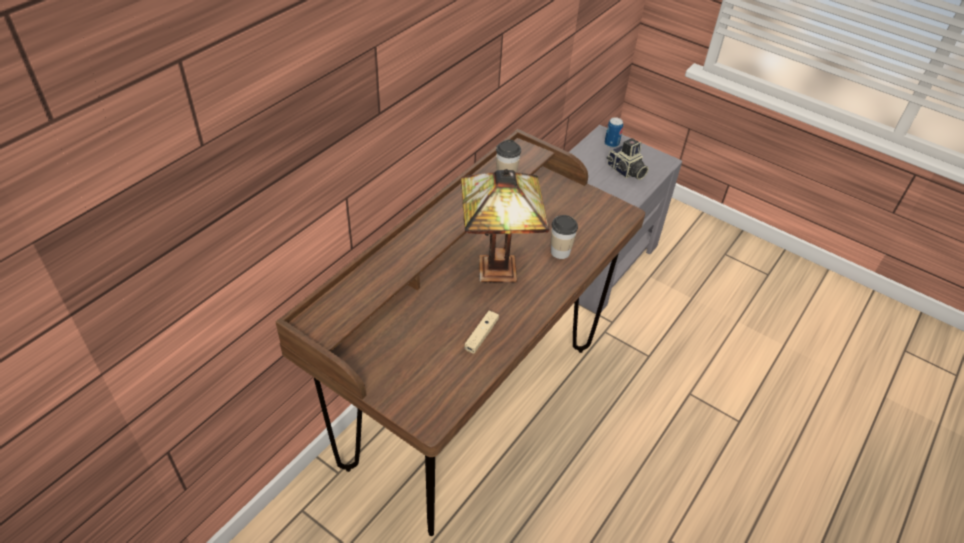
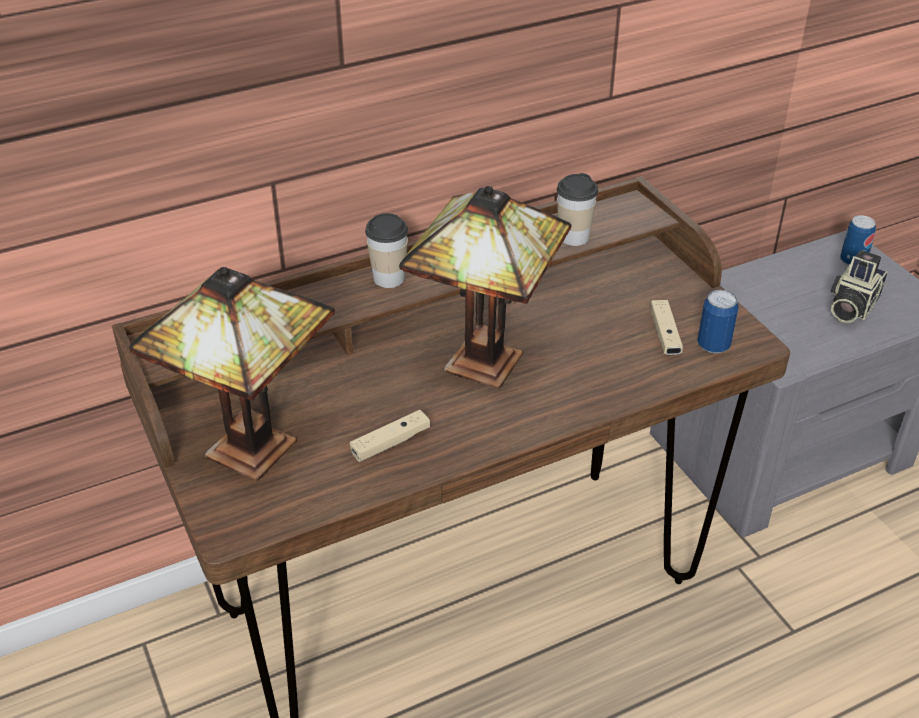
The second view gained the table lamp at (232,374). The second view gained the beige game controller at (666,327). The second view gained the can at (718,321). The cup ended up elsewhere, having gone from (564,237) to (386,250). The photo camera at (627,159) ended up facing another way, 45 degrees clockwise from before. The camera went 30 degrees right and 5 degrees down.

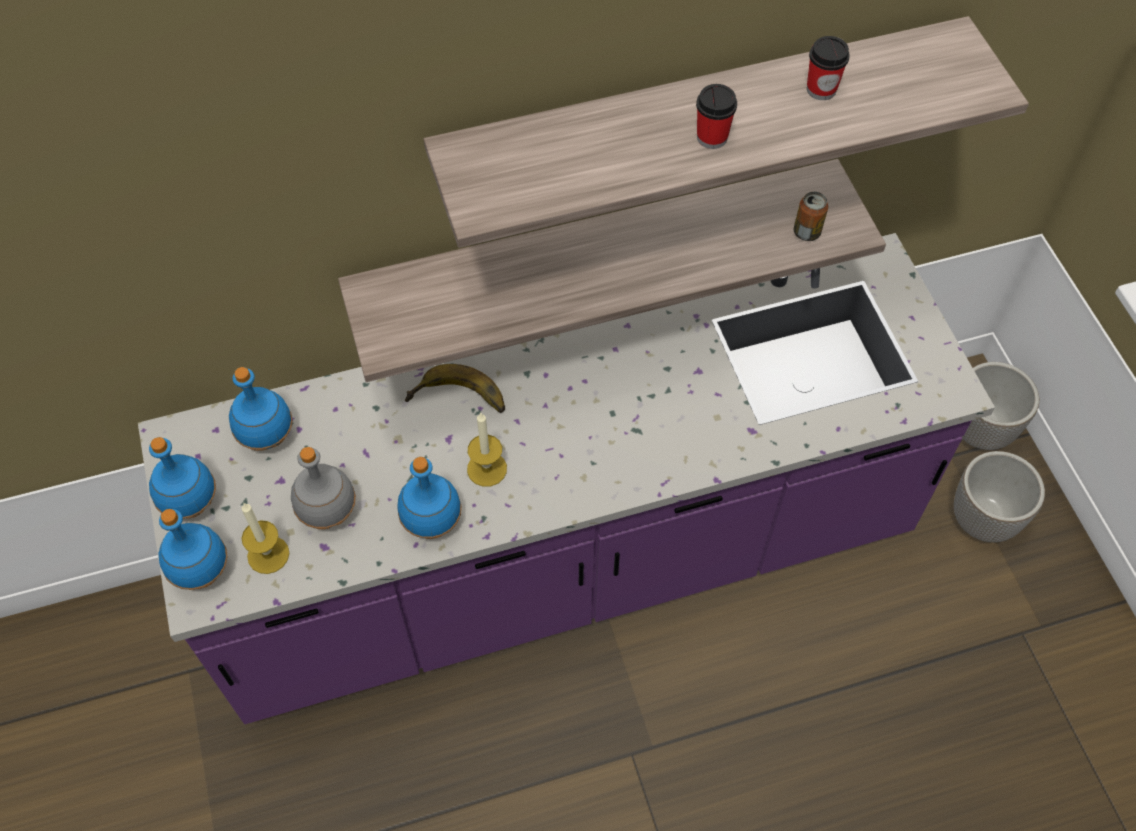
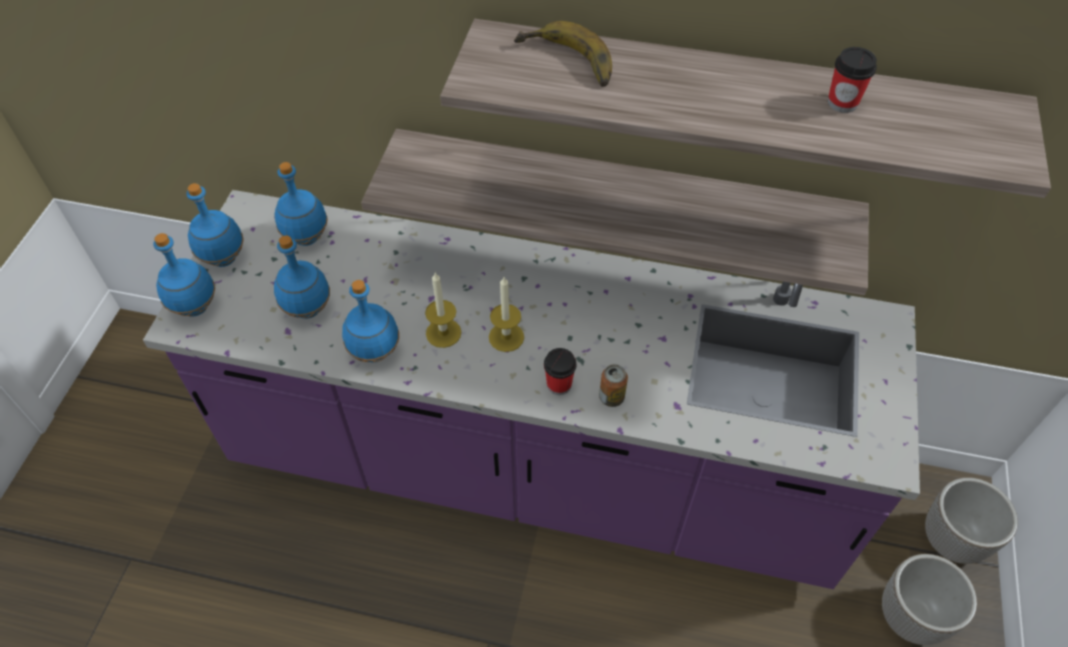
The candle ended up elsewhere, having gone from (265,538) to (506,314). The banana ended up elsewhere, having gone from (455,388) to (563,54). The cup ended up elsewhere, having gone from (716,116) to (560,371). The can ended up elsewhere, having gone from (811,216) to (613,385). What was the grey bottle at (323,488) turned into the blue bottle at (302,277). The camera went 30 degrees right and 5 degrees down.

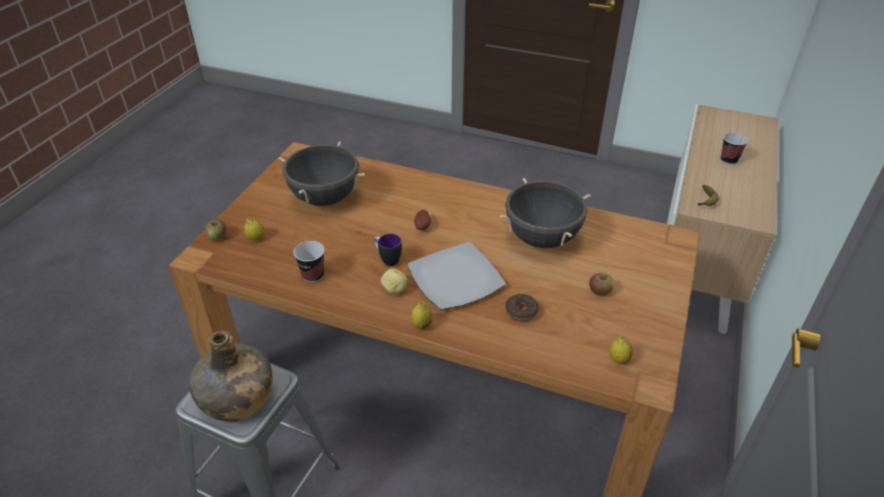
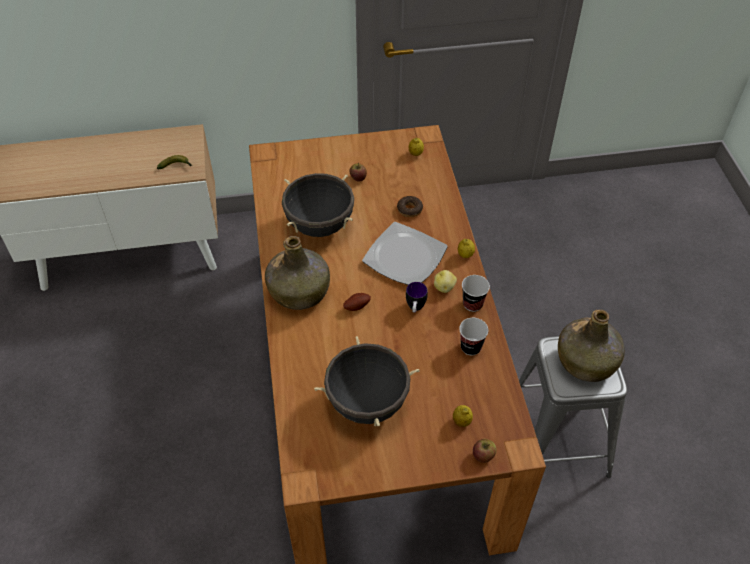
The second view gained the green bottle at (297,273). The cup ended up elsewhere, having gone from (734,148) to (476,293). The camera went 120 degrees left and 10 degrees up.

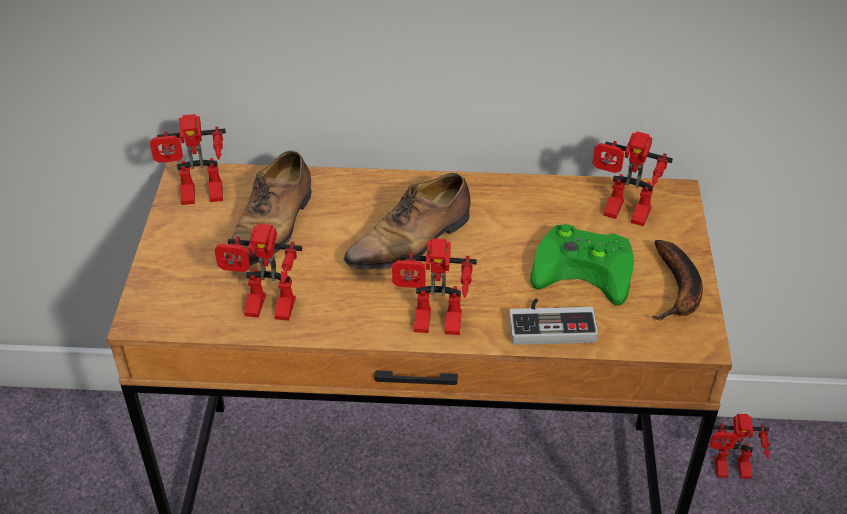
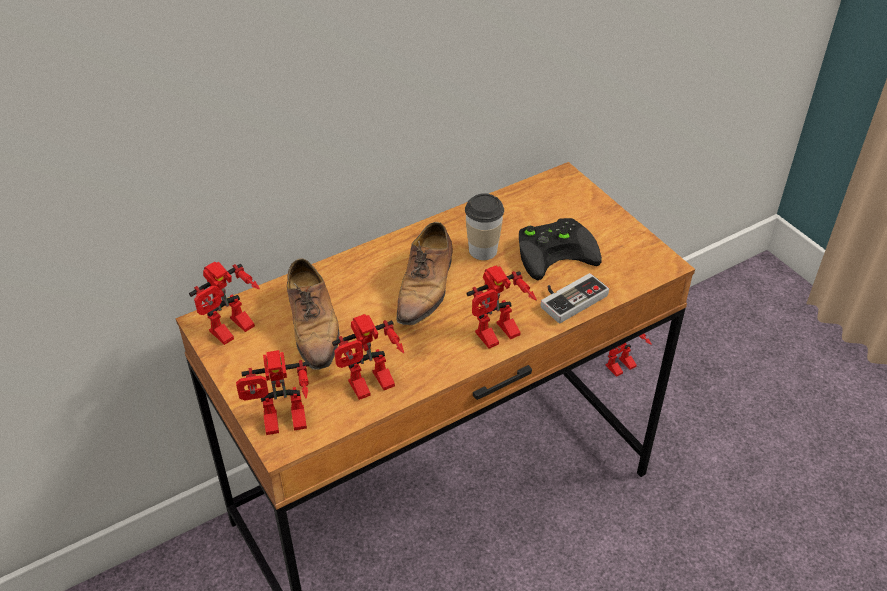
The second view lost the banana at (677,280). The second view gained the cup at (484,226). The toy robot ended up elsewhere, having gone from (632,179) to (272,392). What was the green game controller at (582,265) turned into the black game controller at (560,249). The camera went 35 degrees left and 0 degrees up.

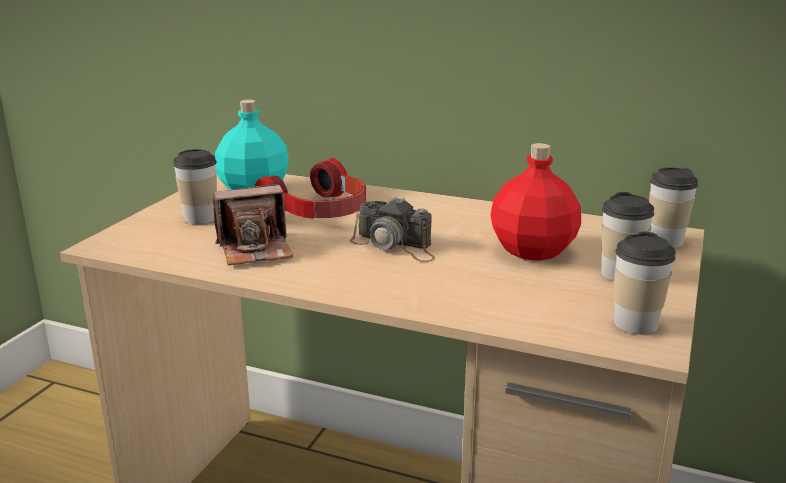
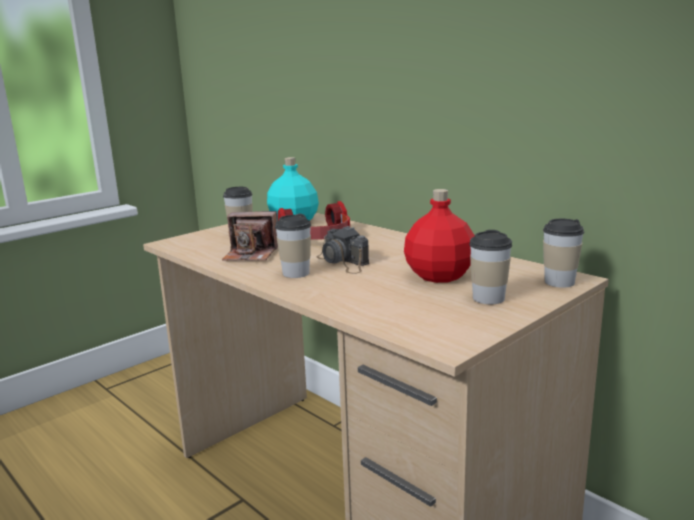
The cup ended up elsewhere, having gone from (645,283) to (293,246). The camera went 25 degrees right and 5 degrees down.

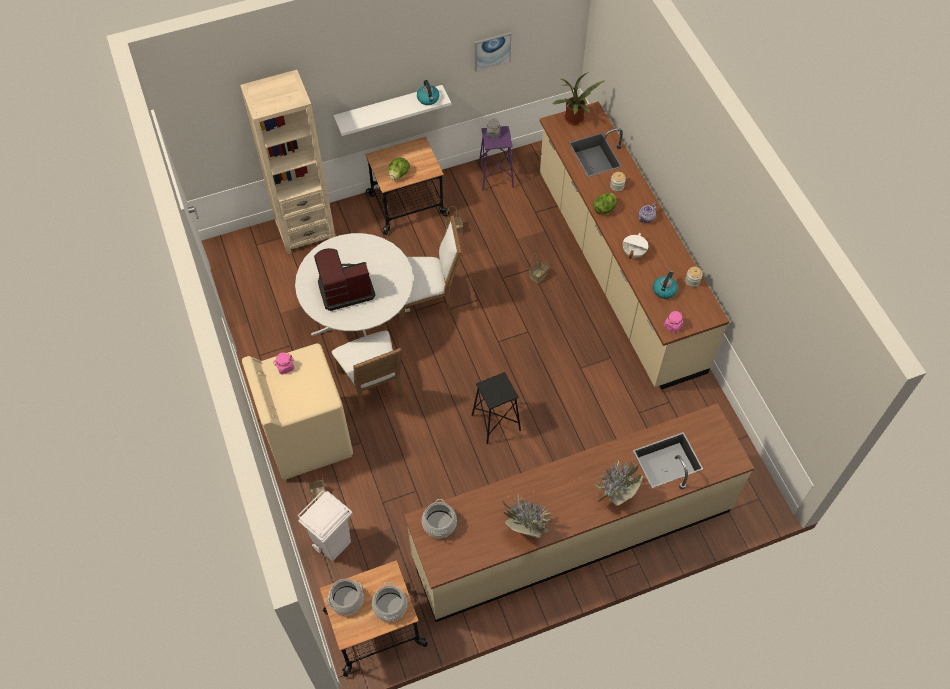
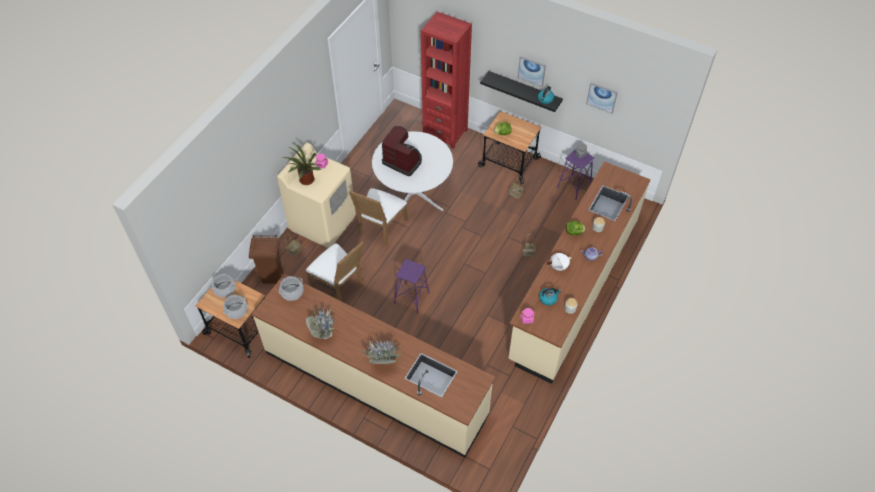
The second view gained the picture at (532,71). The white chair ended up elsewhere, having gone from (430,271) to (335,271). The potted plant ended up elsewhere, having gone from (578,98) to (302,164). What was the beige bookcase at (288,162) turned into the red bookcase at (446,80). What was the white trash can at (324,525) turned into the brown trash can at (266,259). What was the white shelf at (392,110) turned into the black shelf at (521,91). What was the black stool at (496,408) turned into the purple stool at (411,286). The camera went 50 degrees right and 5 degrees down.

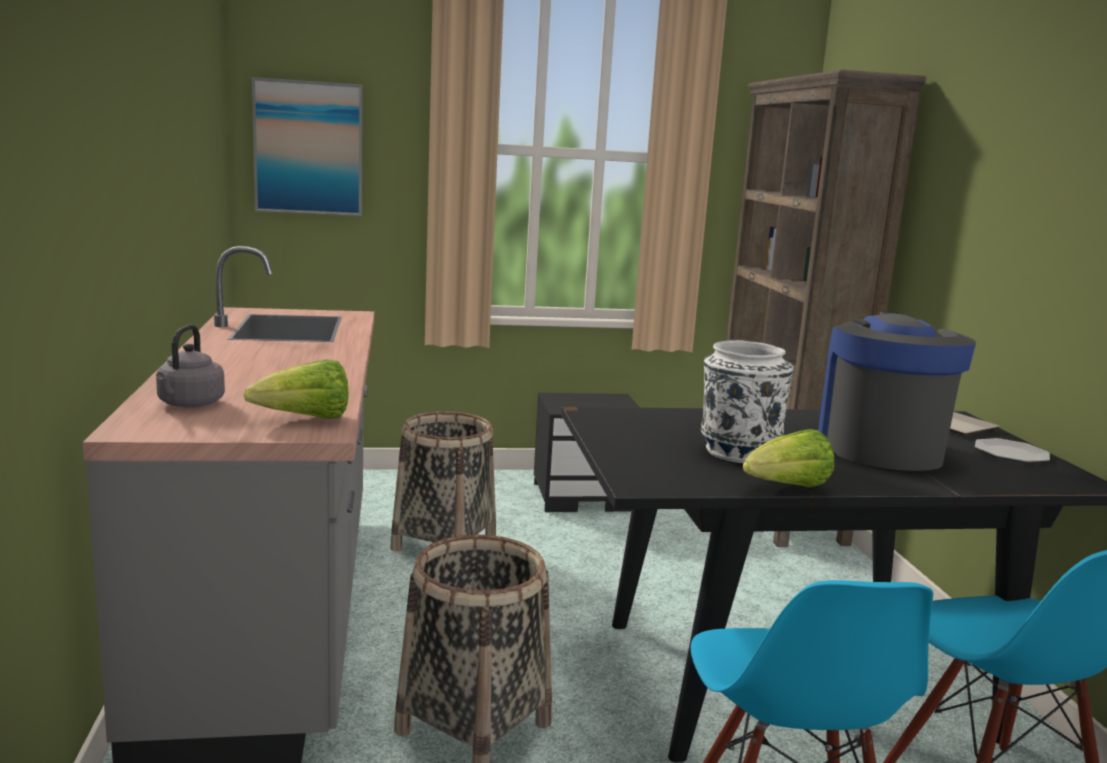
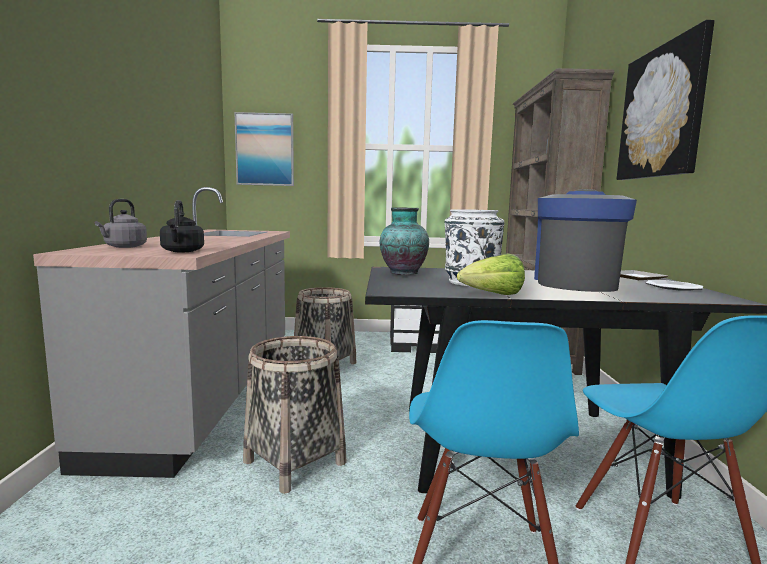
The second view gained the vase at (404,241). The second view gained the picture at (666,100). Where the lettuce stood at (295,389), the black kettle came to stand at (182,226). The camera went 10 degrees right and 5 degrees down.

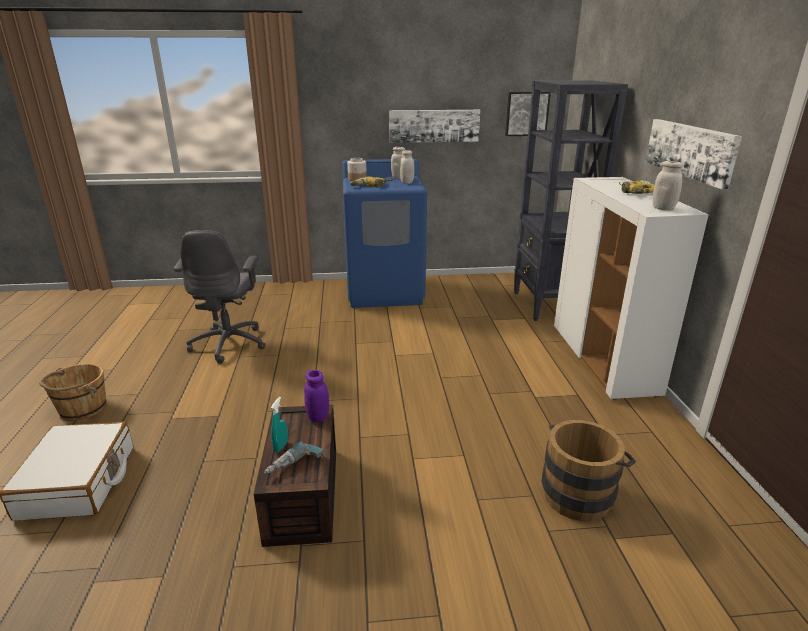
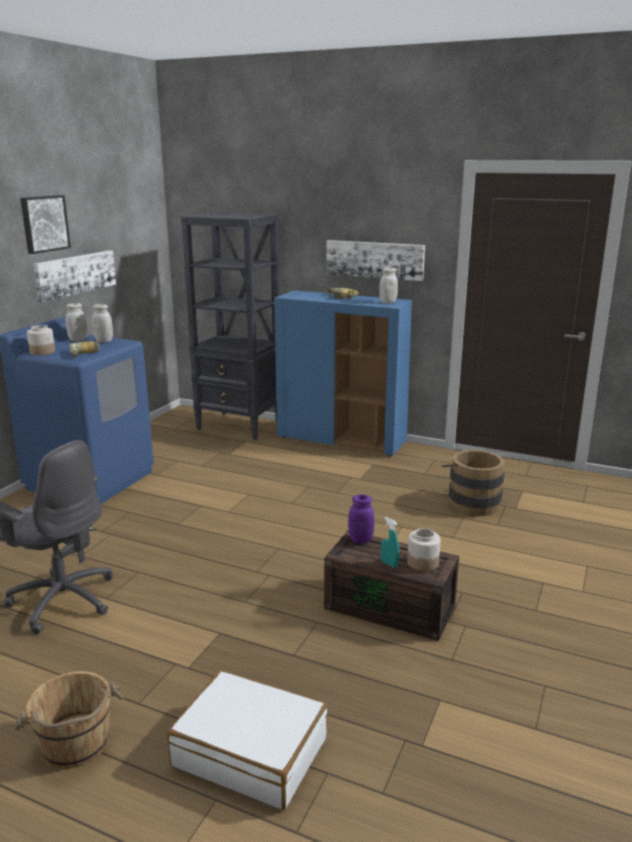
The picture ended up elsewhere, having gone from (528,114) to (45,224). Where the power drill stood at (295,457), the jar came to stand at (424,549). What was the white cabinet at (631,288) turned into the blue cabinet at (343,373). The camera went 60 degrees left and 5 degrees down.

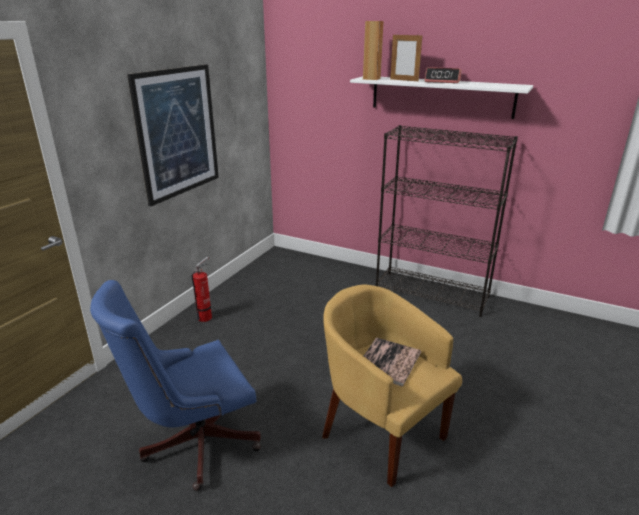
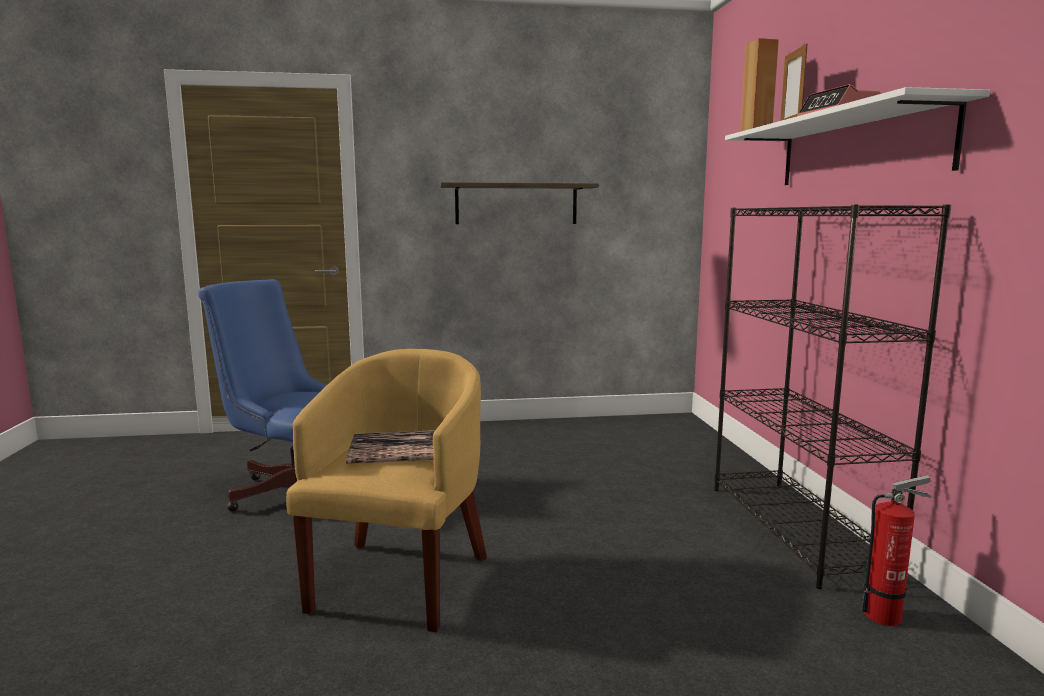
The fire extinguisher ended up elsewhere, having gone from (201,289) to (896,550). Where the picture hung at (173,135), the shelf came to hang at (519,203). The camera went 55 degrees right and 15 degrees down.

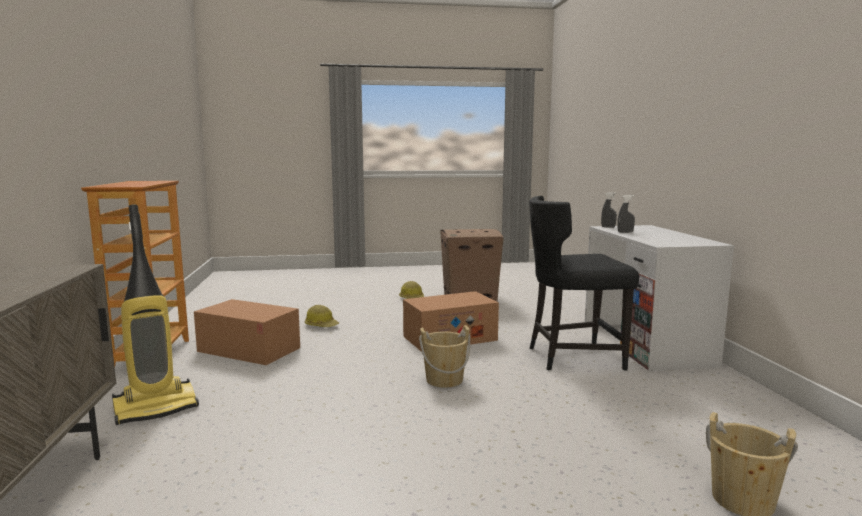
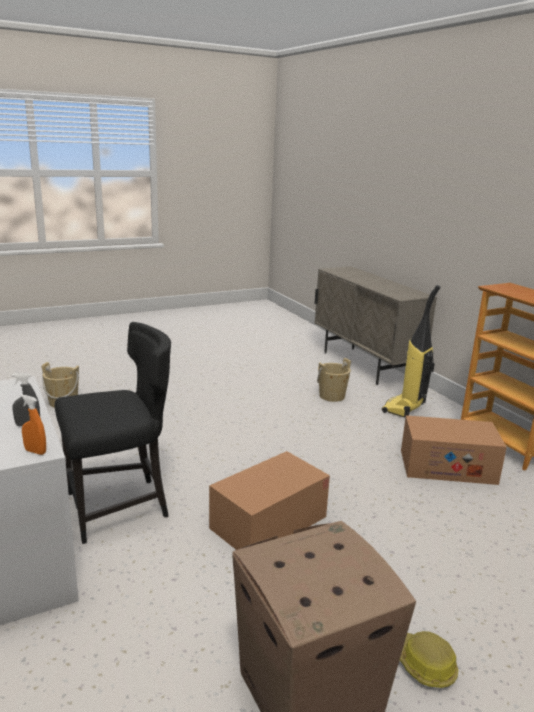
The second view lost the hard hat at (322,316). The beige bucket ended up elsewhere, having gone from (444,356) to (334,380). What was the grey spray bottle at (609,210) turned into the orange spray bottle at (33,425). The camera went 160 degrees right and 10 degrees up.

